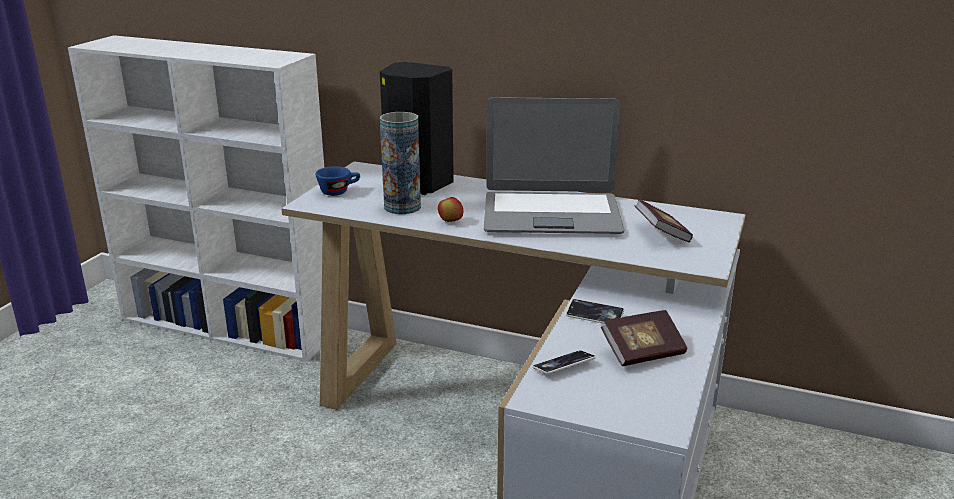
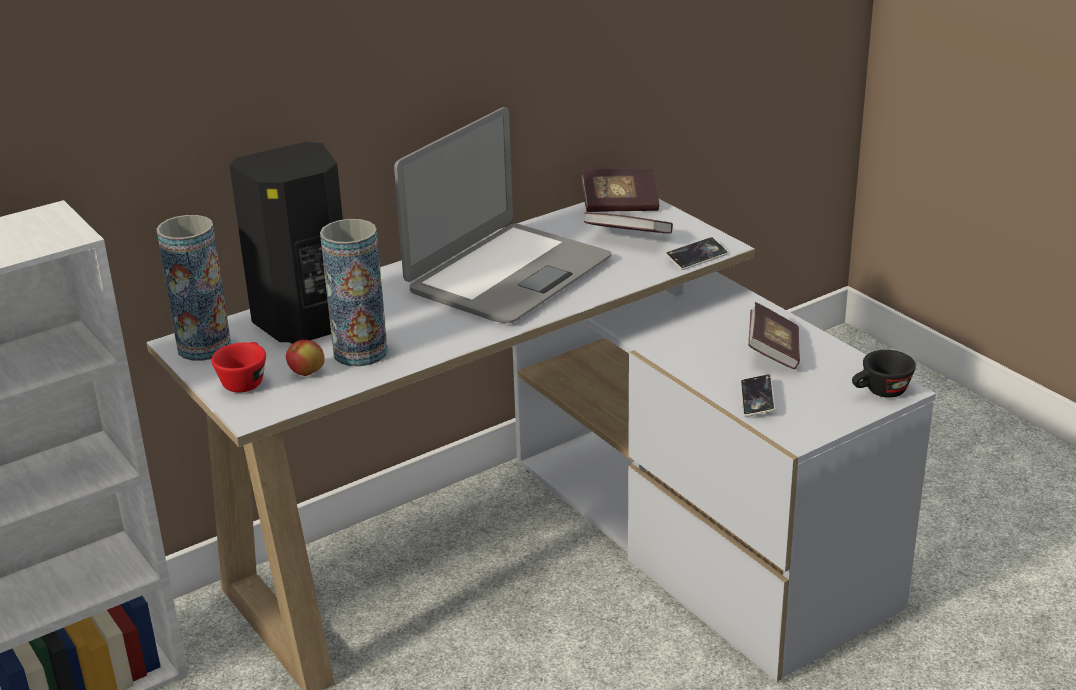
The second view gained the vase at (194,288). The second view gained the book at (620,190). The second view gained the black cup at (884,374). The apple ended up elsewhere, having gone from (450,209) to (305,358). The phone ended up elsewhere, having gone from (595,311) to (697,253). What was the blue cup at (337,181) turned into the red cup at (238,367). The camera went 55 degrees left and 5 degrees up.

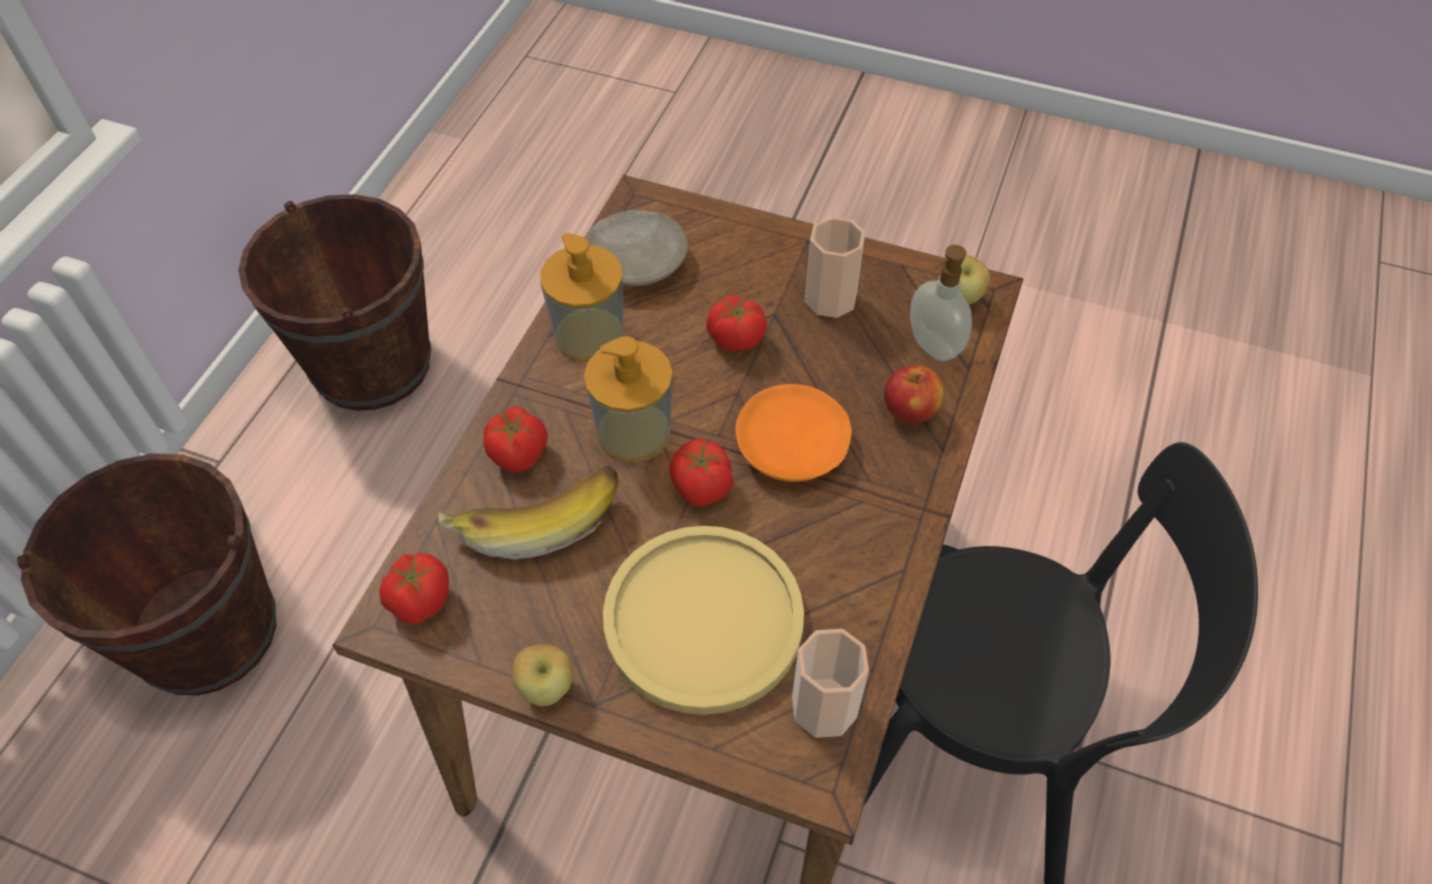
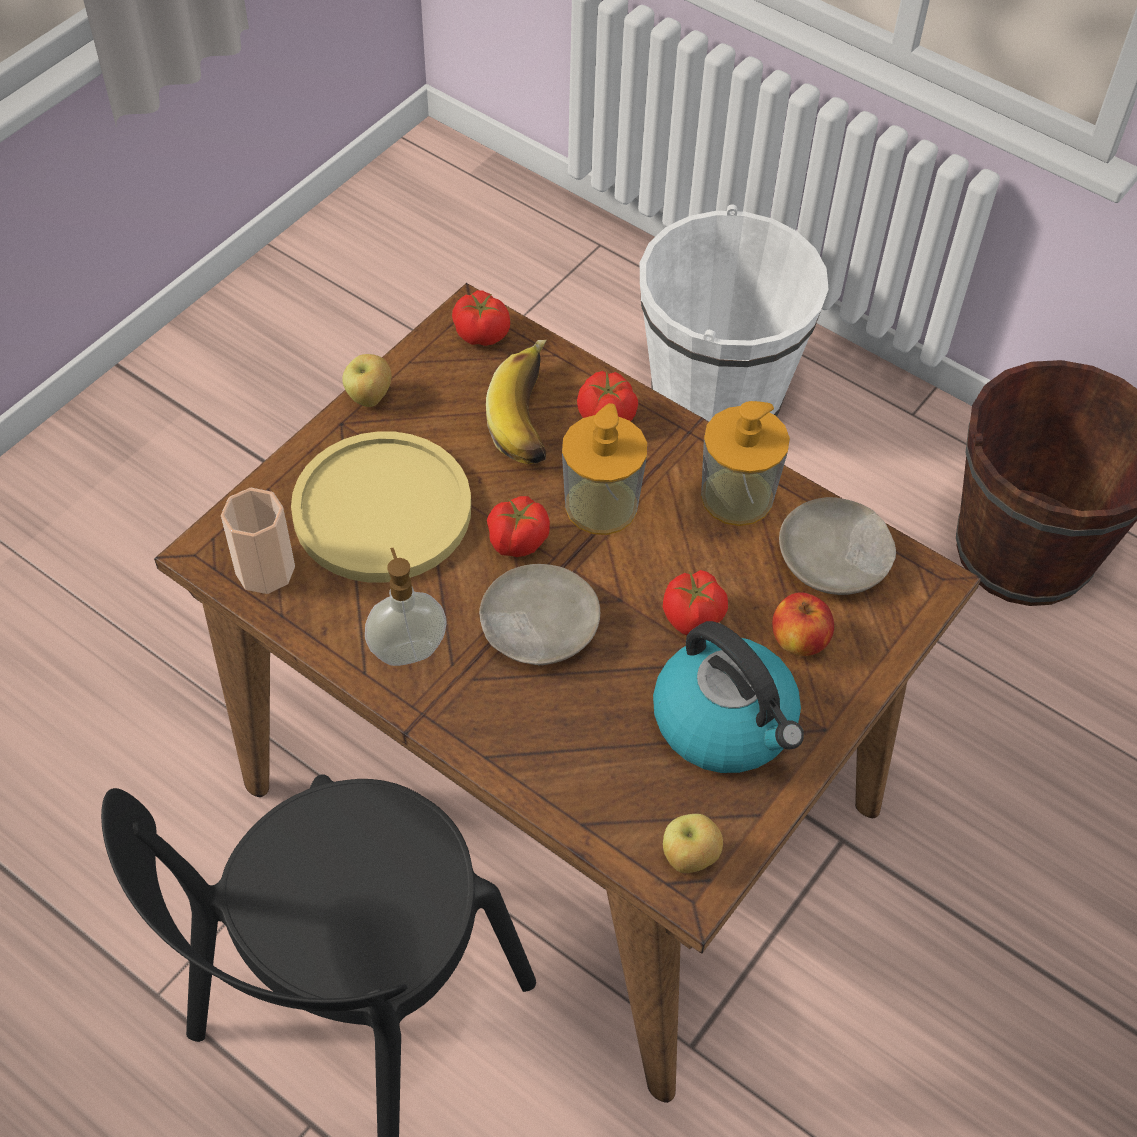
The apple ended up elsewhere, having gone from (913,394) to (803,624). The soap dispenser ended up elsewhere, having gone from (941,303) to (406,607). Where the cup stood at (835,267), the kettle came to stand at (728,697). What was the brown bucket at (146,574) turned into the white bucket at (734,312). What was the orange plate at (793,433) turned into the beige plate at (539,614). The camera went 105 degrees right and 0 degrees up.

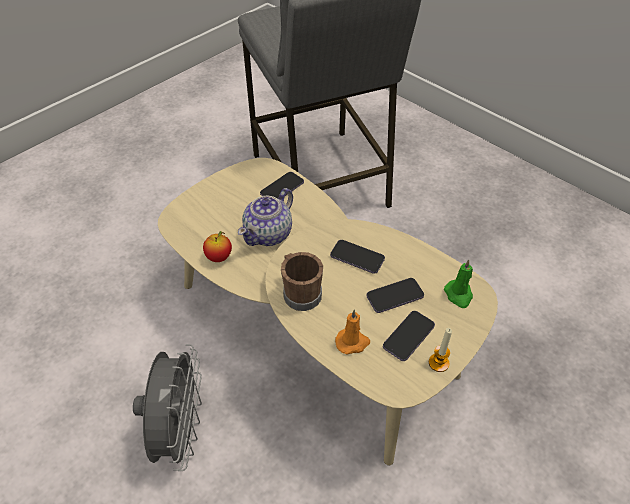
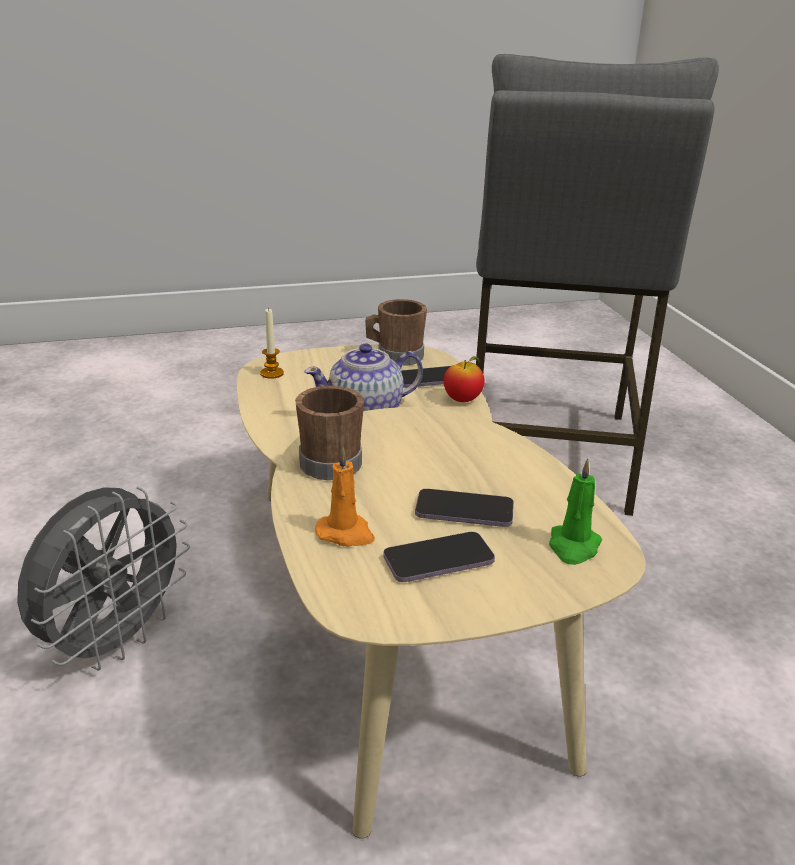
The second view lost the phone at (357,257). The second view gained the brown mug at (396,332). The apple ended up elsewhere, having gone from (217,246) to (464,379). The candle ended up elsewhere, having gone from (440,350) to (272,343). The camera went 30 degrees right and 20 degrees down.

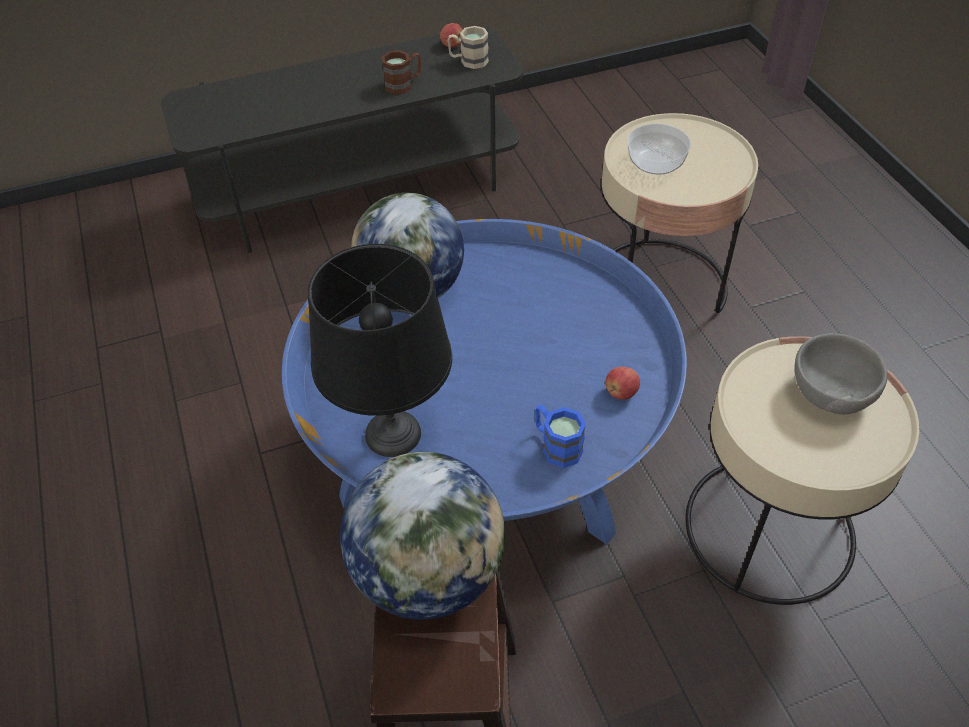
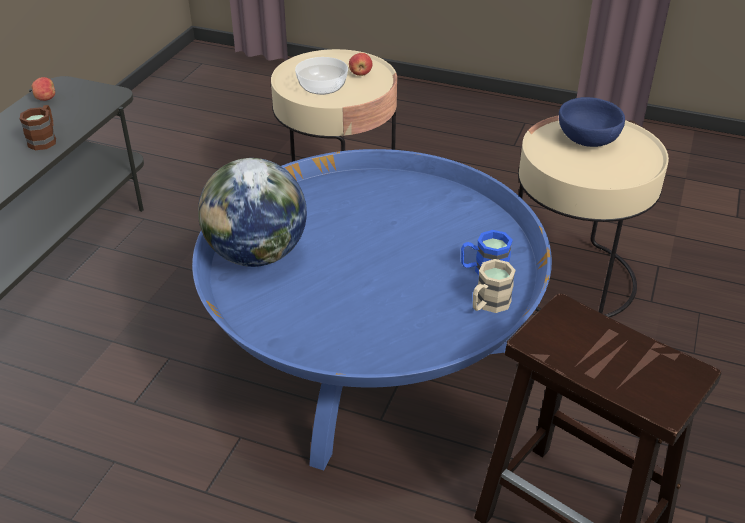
The second view lost the black table lamp at (380,350). The second view lost the globe at (422,536). The beige mug ended up elsewhere, having gone from (468,47) to (494,286). The apple ended up elsewhere, having gone from (622,383) to (360,64). What was the grey bowl at (841,374) turned into the blue bowl at (592,122). The camera went 50 degrees left and 10 degrees down.

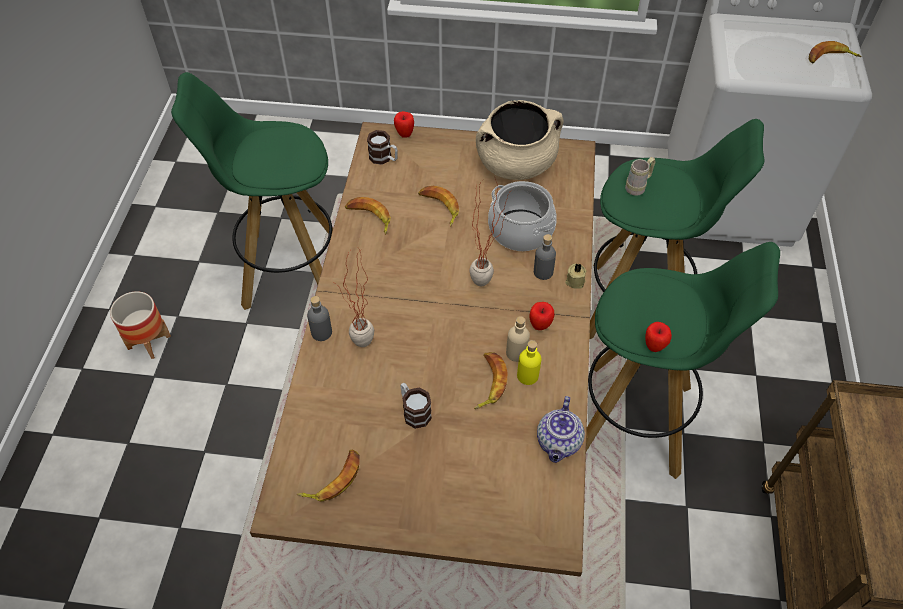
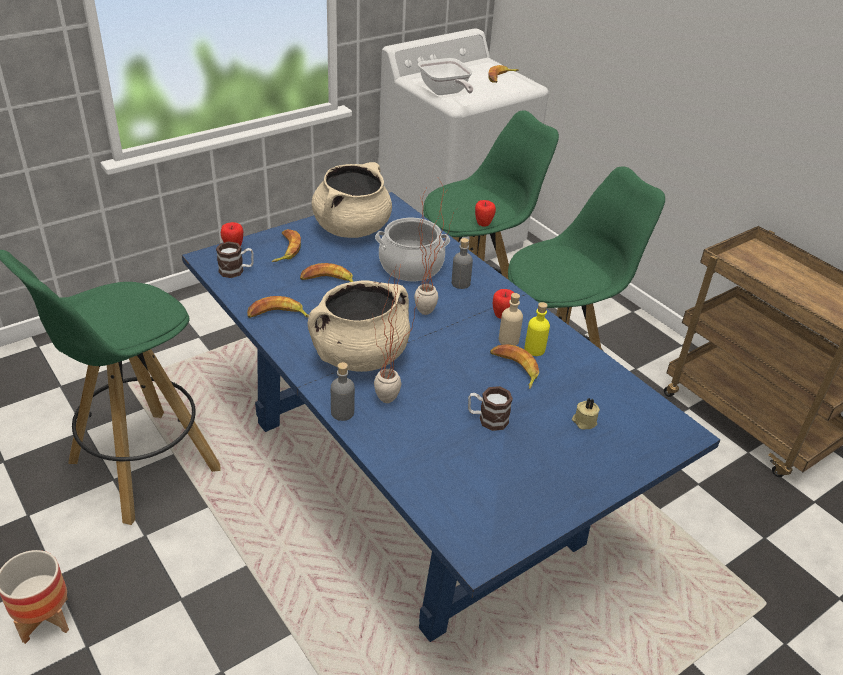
The second view lost the teapot at (561,429). The second view lost the beige mug at (640,176). The second view gained the beige cooking pot at (359,326). The second view gained the frying pan at (445,76). The banana ended up elsewhere, having gone from (328,475) to (286,245). The beige candle ended up elsewhere, having gone from (575,276) to (586,413). The apple ended up elsewhere, having gone from (658,337) to (485,213). What was the brown dining table at (423,349) turned into the blue dining table at (451,417). The camera went 45 degrees left and 15 degrees down.

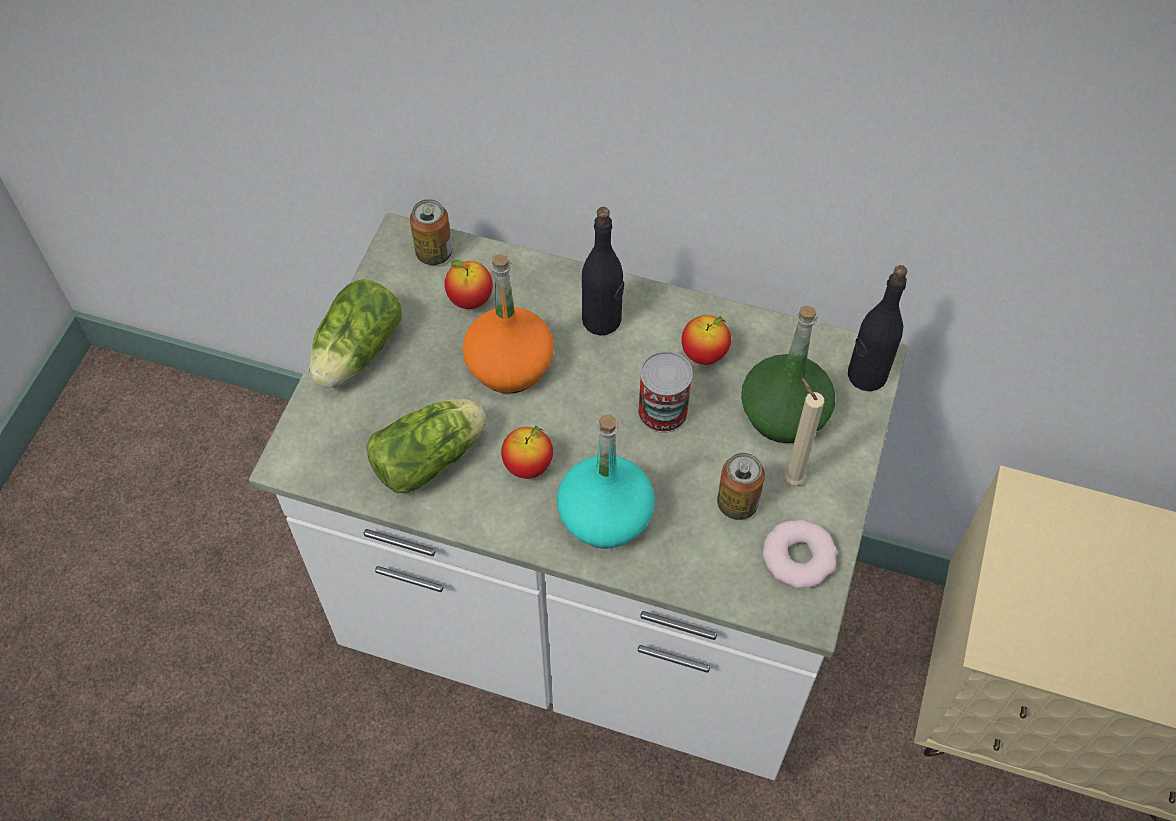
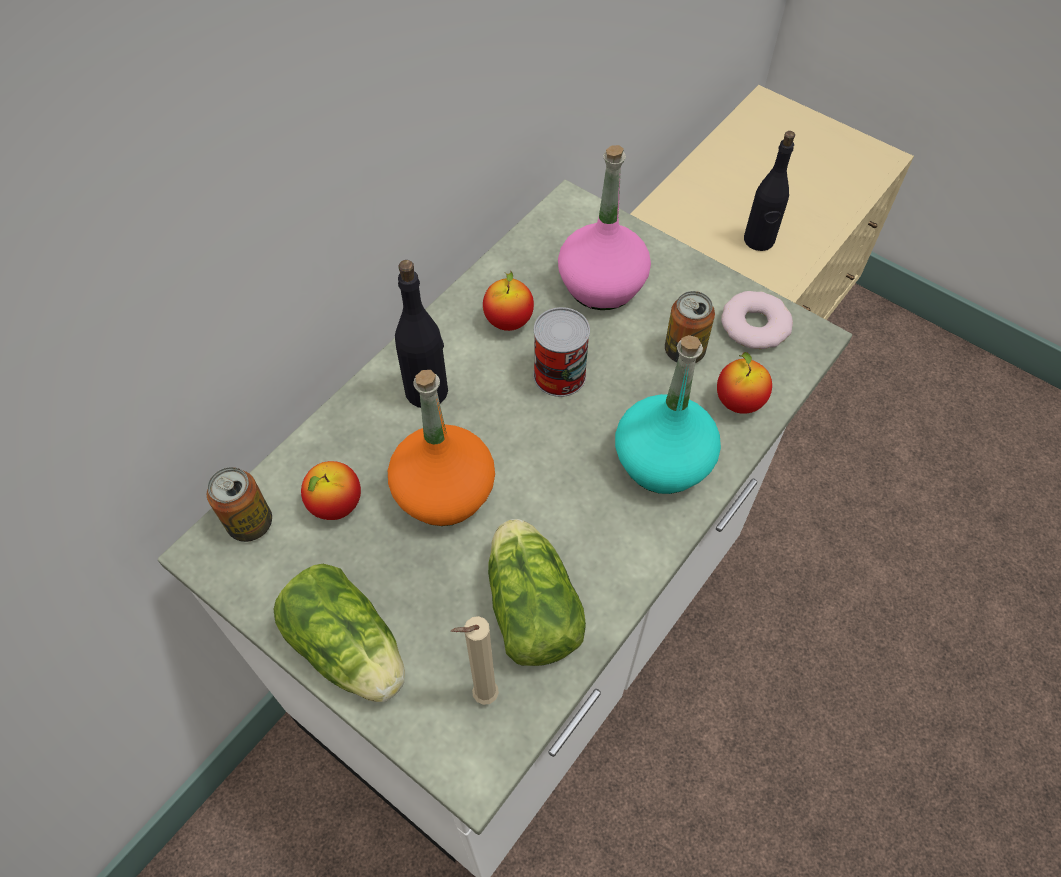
The apple ended up elsewhere, having gone from (527,452) to (744,383). The beige candle ended up elsewhere, having gone from (804,431) to (475,660). The black bottle ended up elsewhere, having gone from (877,328) to (769,191). What was the green bottle at (788,374) turned into the pink bottle at (604,227). The camera went 70 degrees left and 0 degrees up.

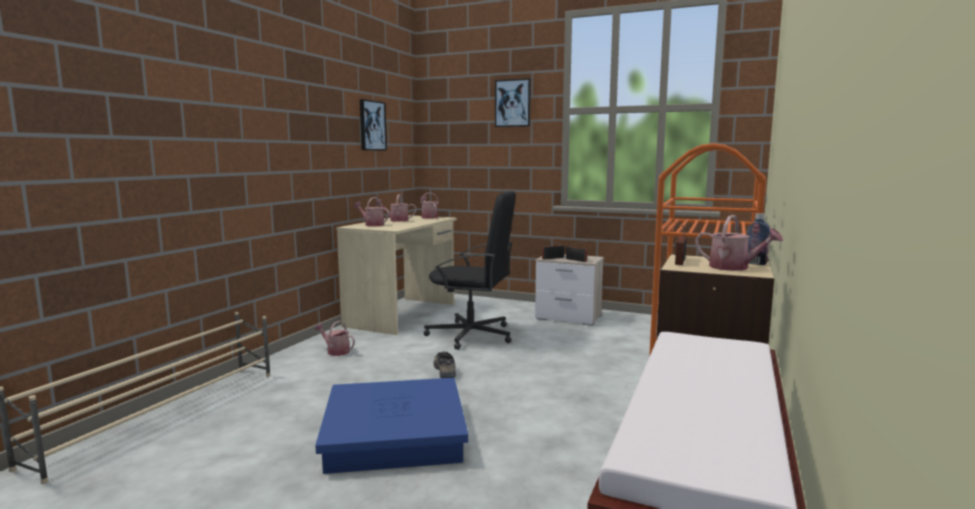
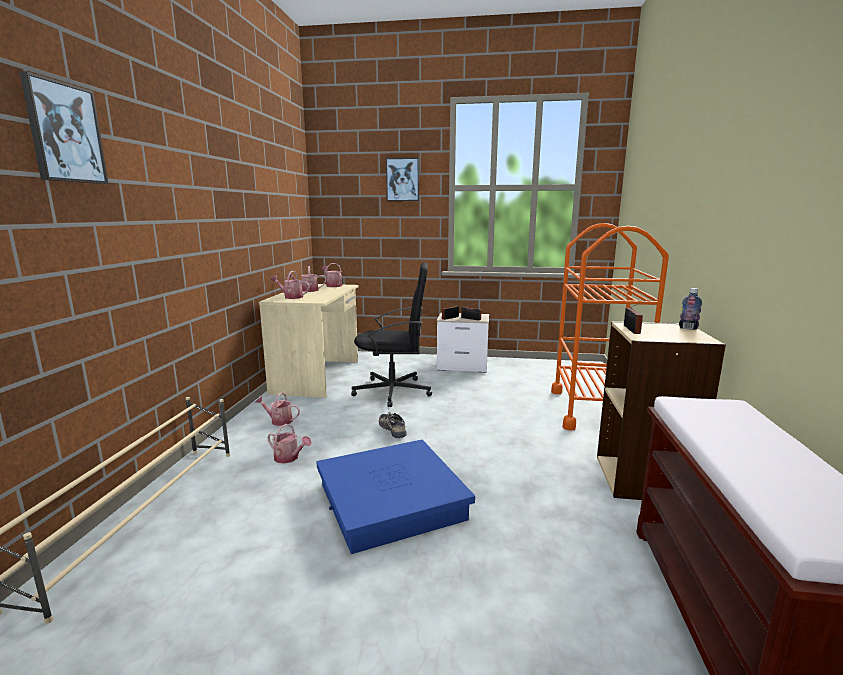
The picture ended up elsewhere, having gone from (373,125) to (64,127). The watering can ended up elsewhere, having gone from (739,243) to (289,444). The camera went 15 degrees left and 5 degrees up.

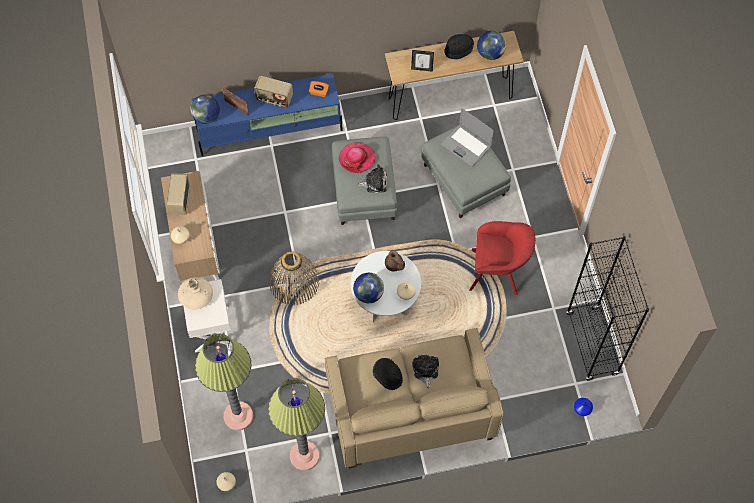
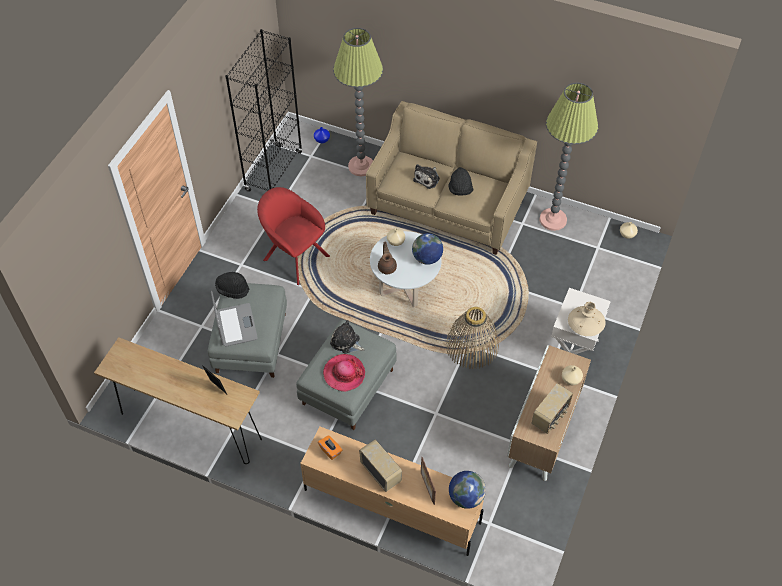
The second view lost the globe at (491,45). The floor lamp ended up elsewhere, having gone from (224,381) to (358,102). The black hat ended up elsewhere, having gone from (459,46) to (232,285). What was the blue tv stand at (267,115) turned into the beige tv stand at (392,491). The camera went 145 degrees left and 10 degrees down.

